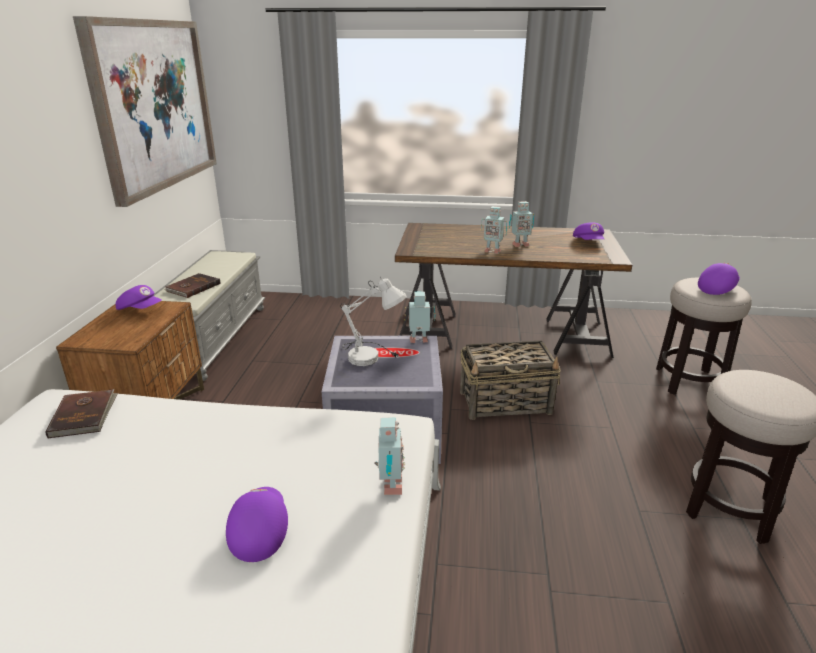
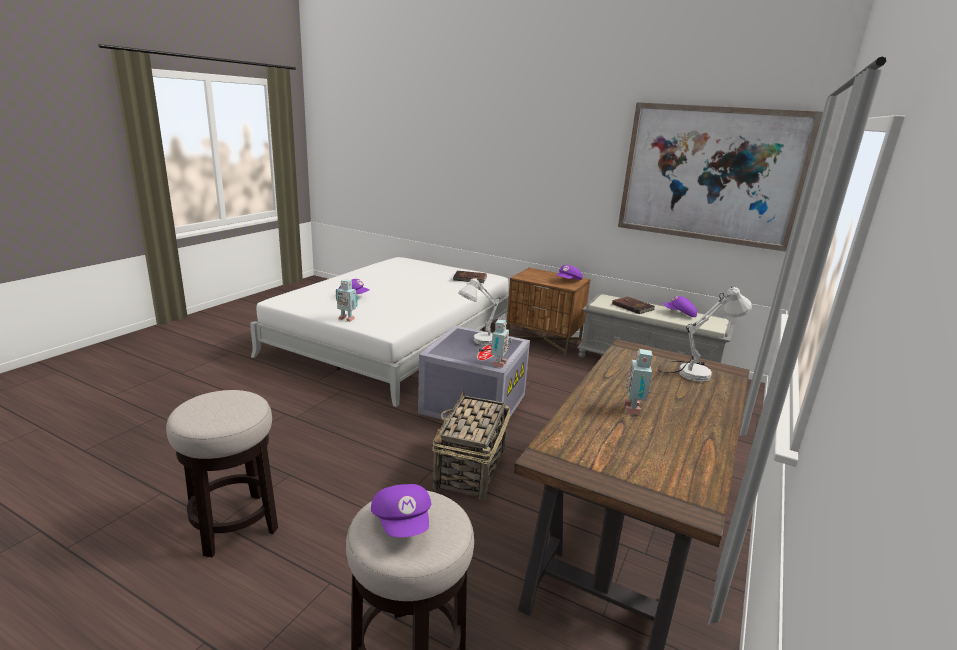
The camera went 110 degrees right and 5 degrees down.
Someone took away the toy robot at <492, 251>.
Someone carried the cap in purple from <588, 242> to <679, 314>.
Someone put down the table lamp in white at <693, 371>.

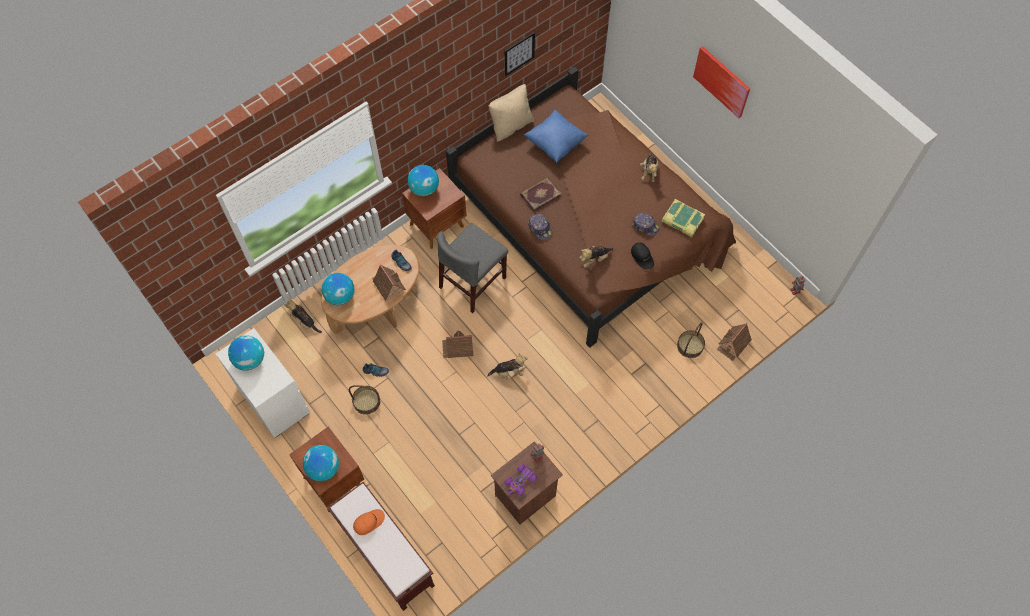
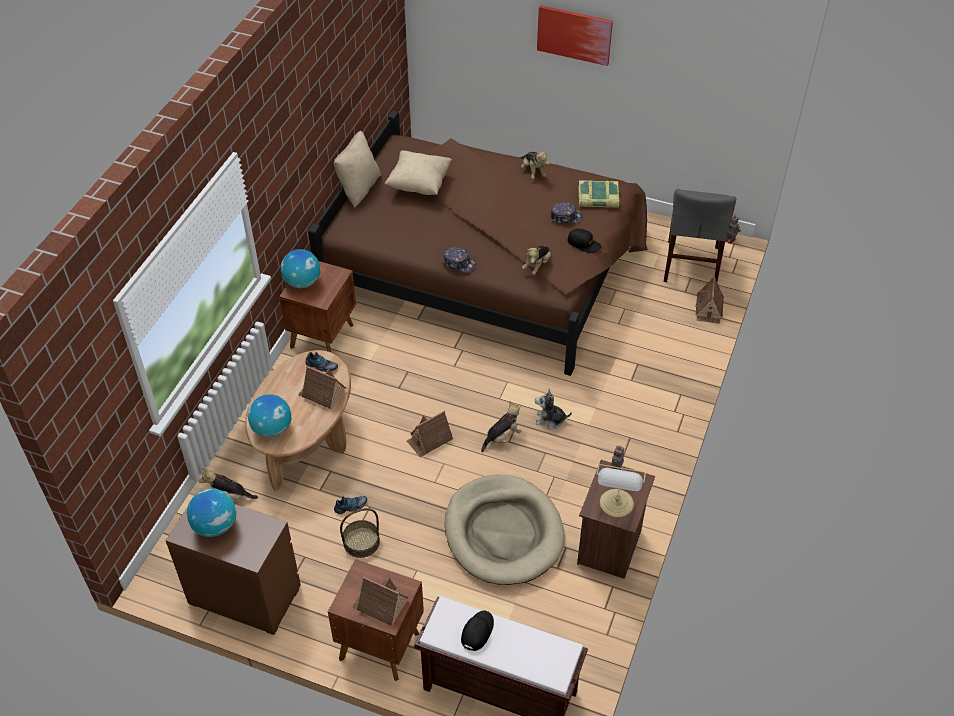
The camera went 30 degrees left and 15 degrees down.
Someone took away the picture at <519, 53>.
Someone repainted the pillow in blue at <555, 143>, which became the pillow in beige at <419, 184>.
Someone took away the book at <540, 195>.
Someone carried the chair in grey from <472, 282> to <691, 264>.
Someone took away the basket at <690, 346>.
Someone repainted the dresser in white at <273, 399>, which became the dresser in brown at <244, 595>.
Someone swapped the globe at <323, 468> for the toy house at <380, 604>.
Someone swapped the toy car in purple at <520, 481> for the table lamp at <616, 504>.
Someone repainted the cap in orange at <369, 522>, which became the cap in black at <477, 631>.
Someone put down the plush toy at <550, 420>.
Someone put down the dog bed in beige at <503, 532>.

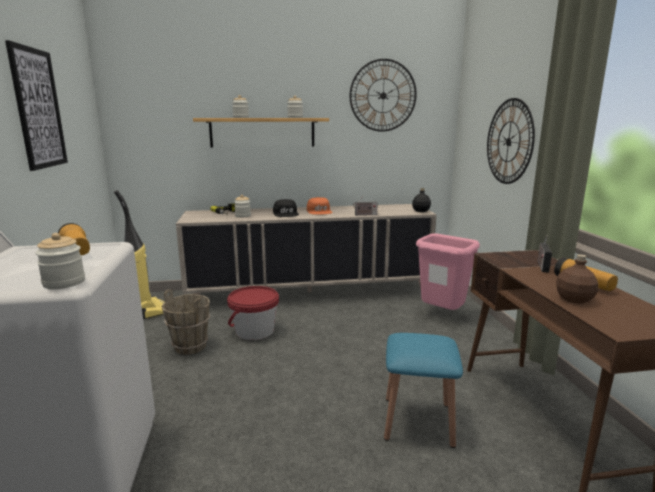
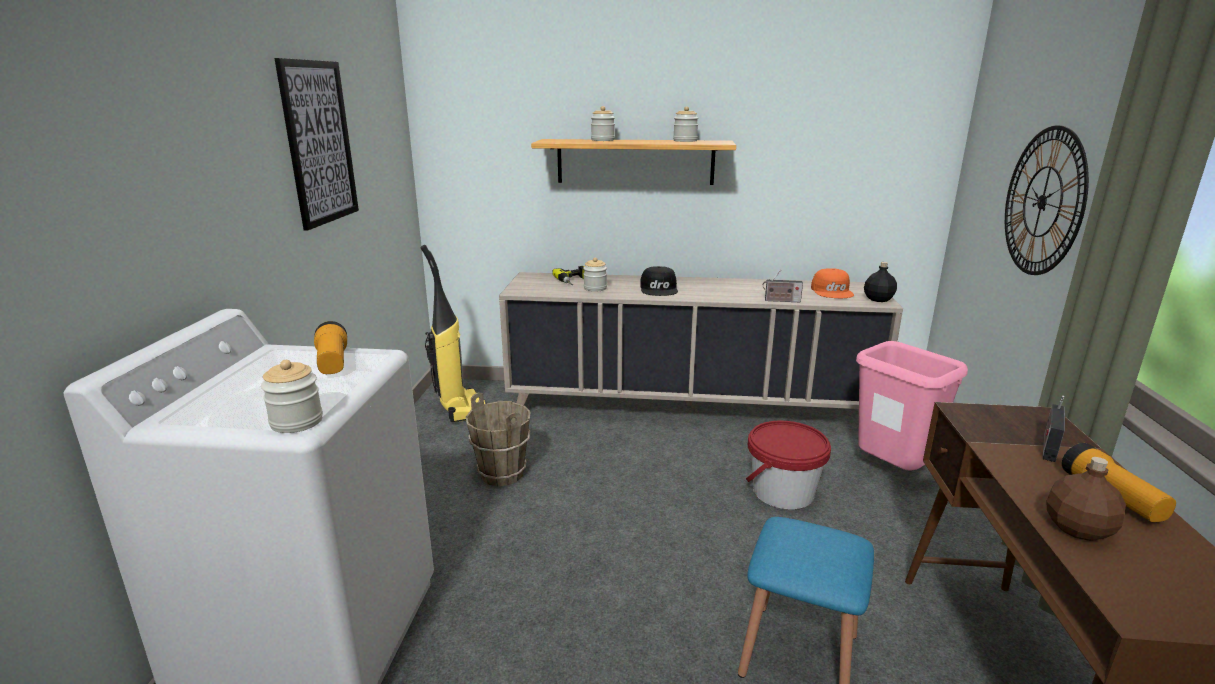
The camera went 15 degrees right and 5 degrees up.
Someone took away the wall clock at <383, 95>.
Someone carried the cap in orange from <319, 211> to <832, 291>.
Someone carried the bucket in red from <254, 331> to <783, 492>.

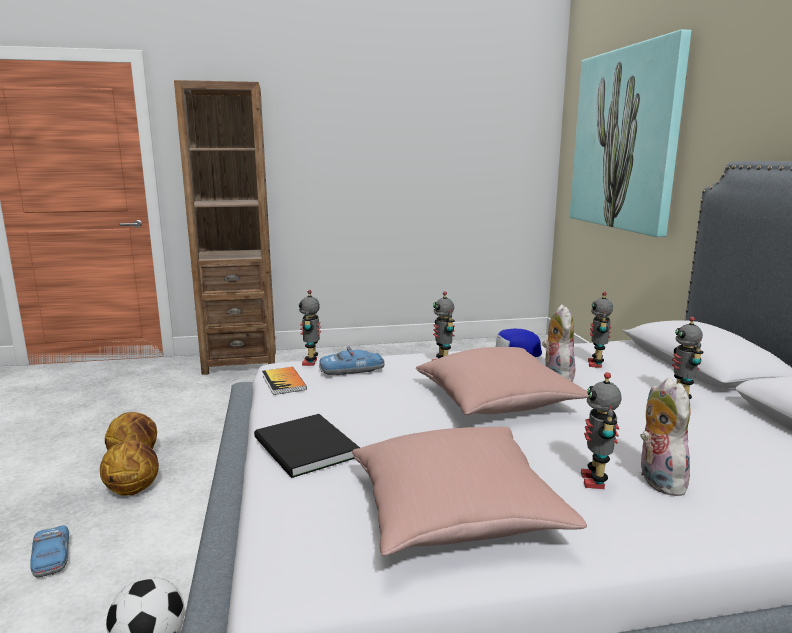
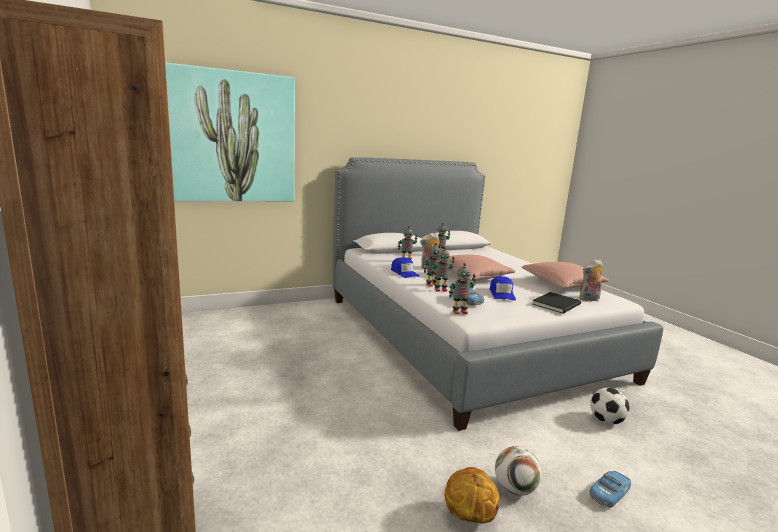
The camera went 105 degrees left and 0 degrees up.
Someone took away the book at <284, 382>.
Someone carried the toy robot from <595, 481> to <440, 289>.
Someone carried the plush toy from <657, 480> to <589, 299>.
Someone swapped the basketball at <133, 489> for the football at <514, 489>.
Someone put down the cap in blue at <502, 294>.

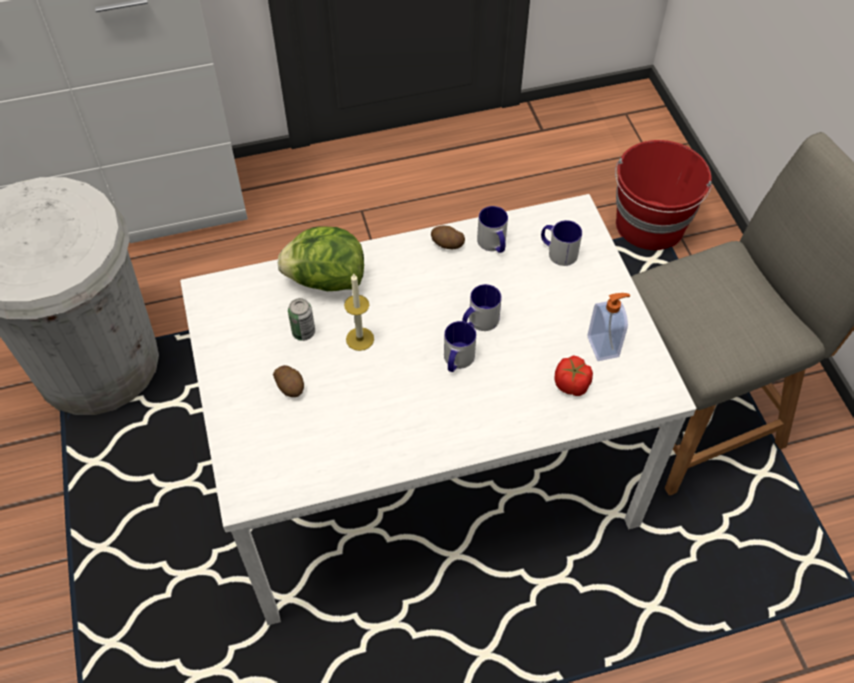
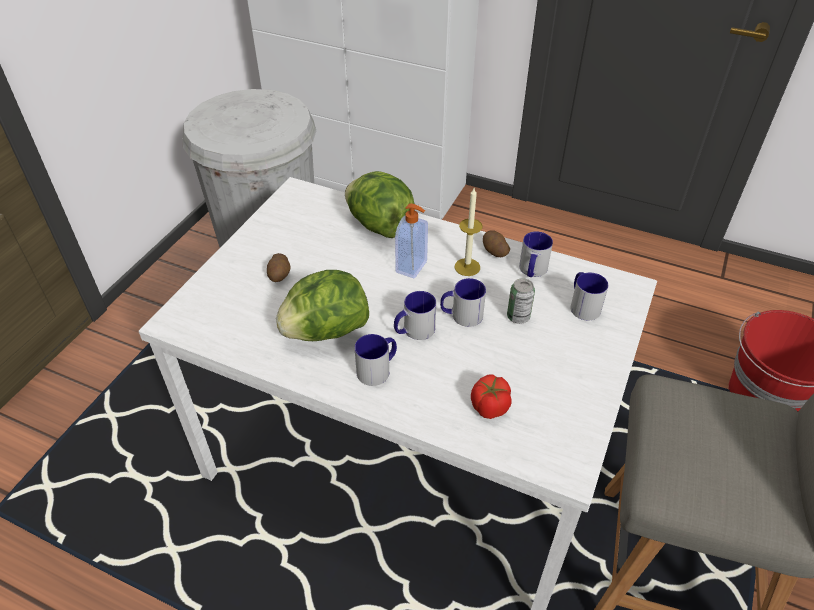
The camera went 40 degrees right and 10 degrees down.
Someone carried the candle from <360, 339> to <467, 267>.
Someone carried the soap dispenser from <604, 346> to <412, 267>.
Someone carried the can from <303, 332> to <518, 317>.
Someone put down the lettuce at <326, 331>.
Someone put down the mug at <378, 369>.

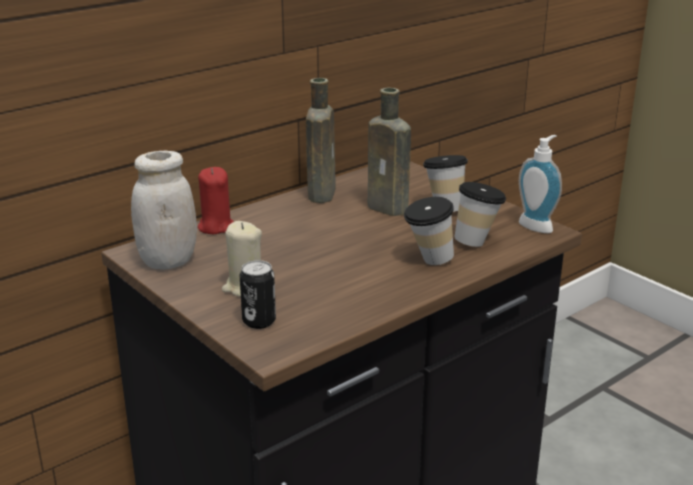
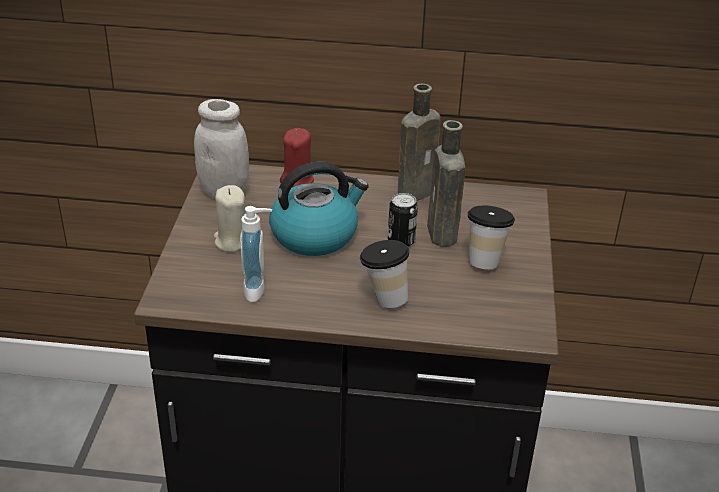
The camera went 45 degrees right and 10 degrees up.
Someone carried the soap dispenser from <538, 225> to <259, 289>.
Someone took away the cup at <477, 241>.
Someone carried the can from <259, 321> to <401, 241>.
Someone put down the kettle at <315, 234>.

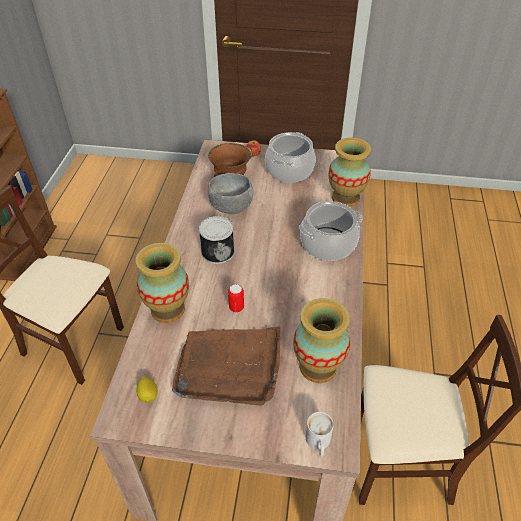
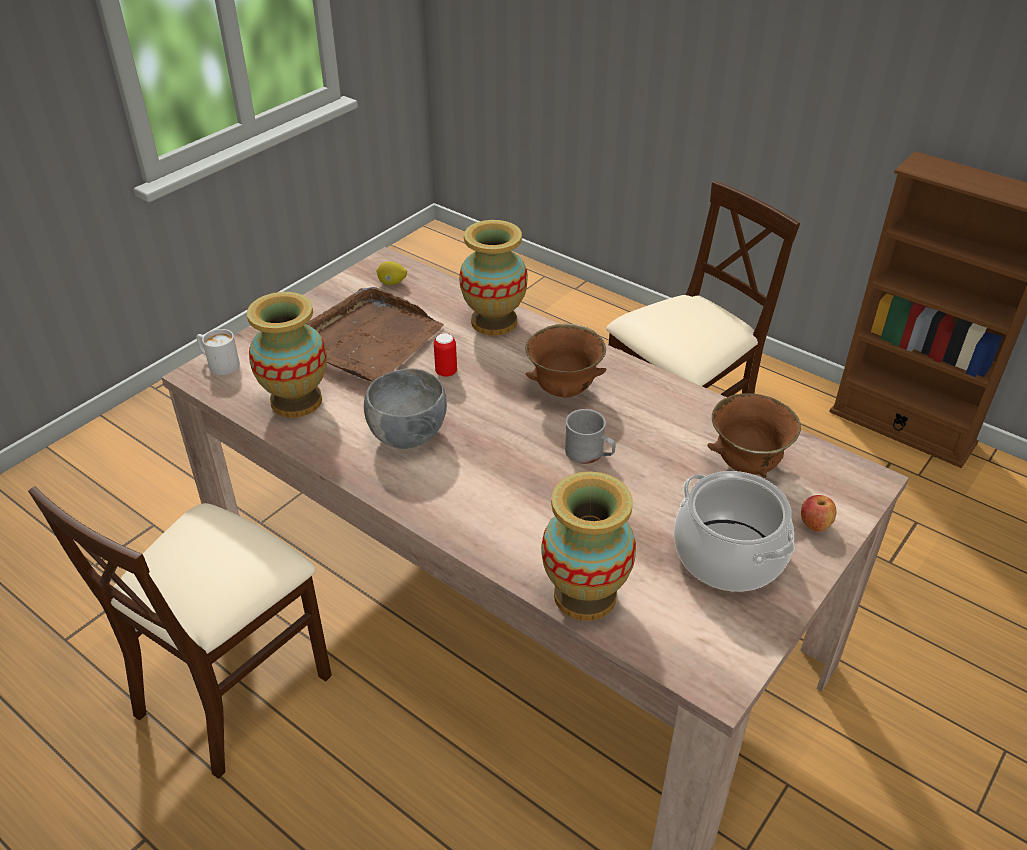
The camera went 120 degrees right and 5 degrees down.
Someone carried the bowl in grey from <231, 208> to <407, 436>.
Someone took away the cooking pot at <328, 244>.
Someone swapped the can at <217, 251> for the bowl in brown at <564, 390>.
Someone put down the mug in grey at <589, 454>.

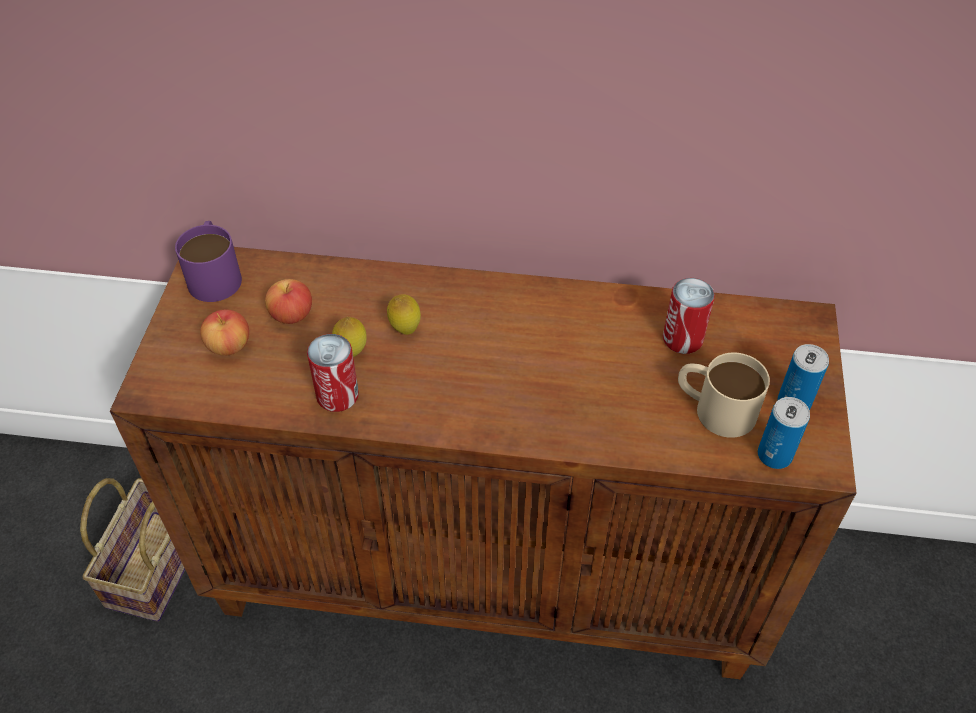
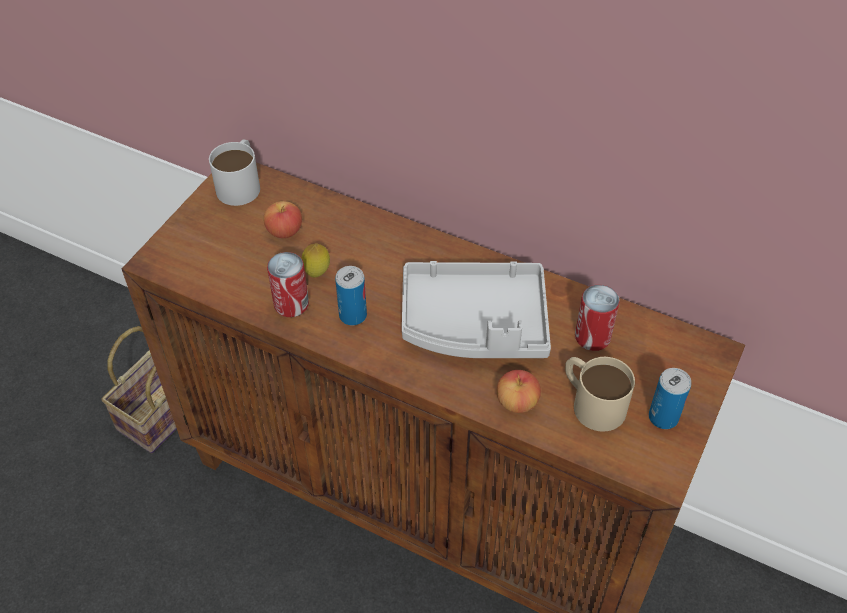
The camera went 20 degrees right and 0 degrees up.
Someone repainted the mug in purple at <215, 273>, which became the mug in white at <241, 183>.
Someone took away the lemon at <405, 329>.
Someone carried the apple from <229, 346> to <517, 402>.
Someone carried the can from <774, 455> to <353, 315>.
Someone put down the tray in grey at <475, 324>.

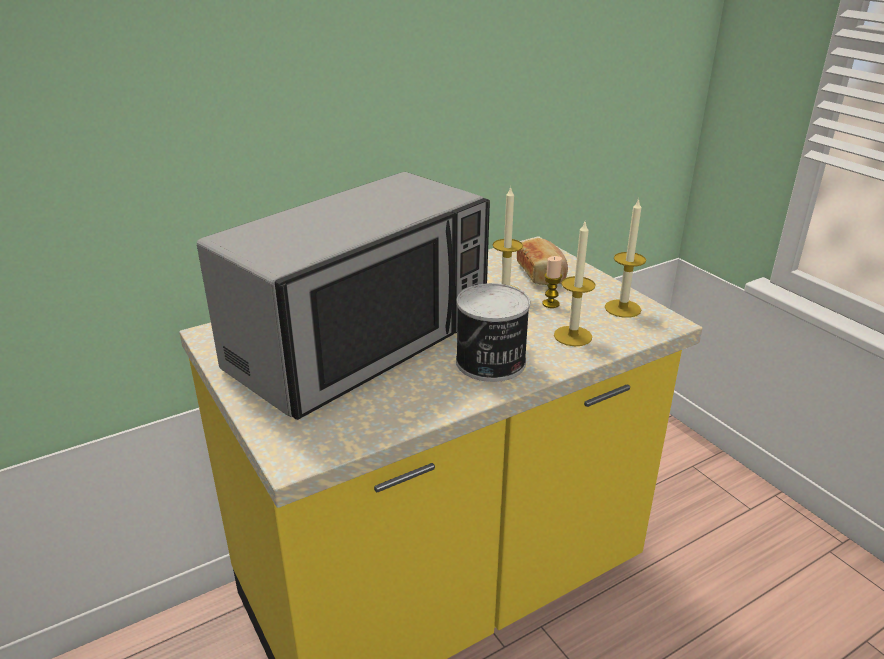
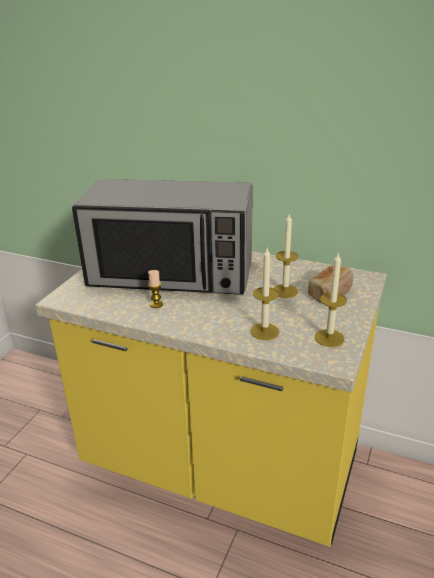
The camera went 55 degrees right and 0 degrees up.
Someone carried the candle from <550, 304> to <156, 304>.
Someone took away the can at <491, 363>.

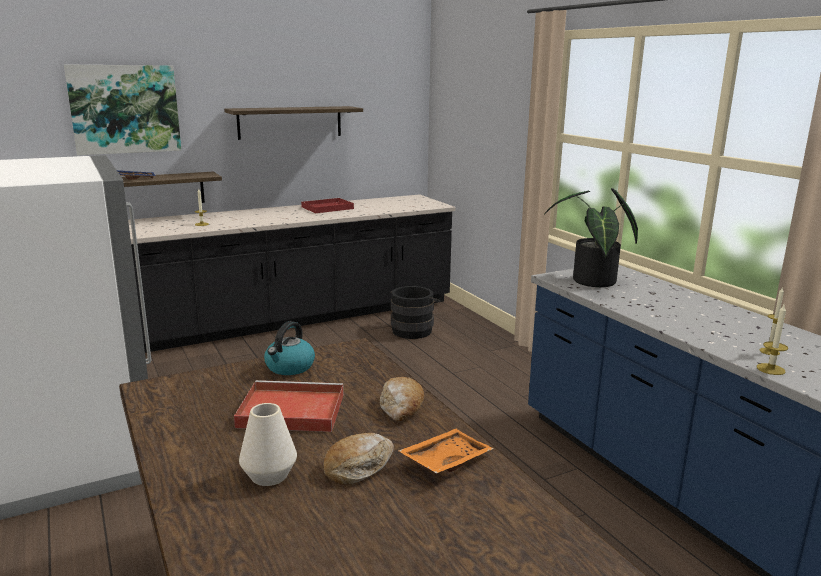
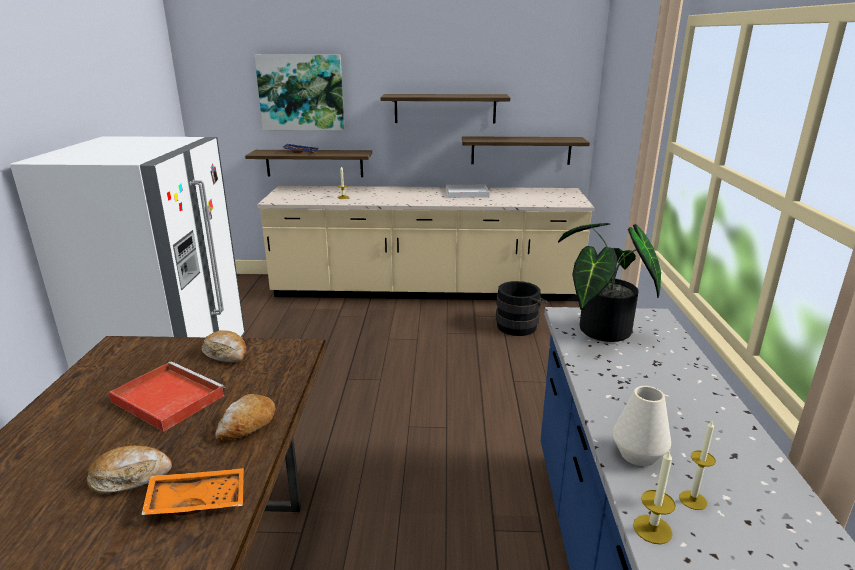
The camera went 30 degrees right and 5 degrees up.
Someone repainted the counter in black at <293, 318>, which became the counter in beige at <425, 290>.
Someone repainted the tray in red at <326, 208>, which became the tray in white at <466, 193>.
Someone swapped the kettle at <289, 367> for the bread at <226, 354>.
Someone carried the vase in white from <269, 475> to <638, 454>.
Someone put up the shelf at <521, 150>.

